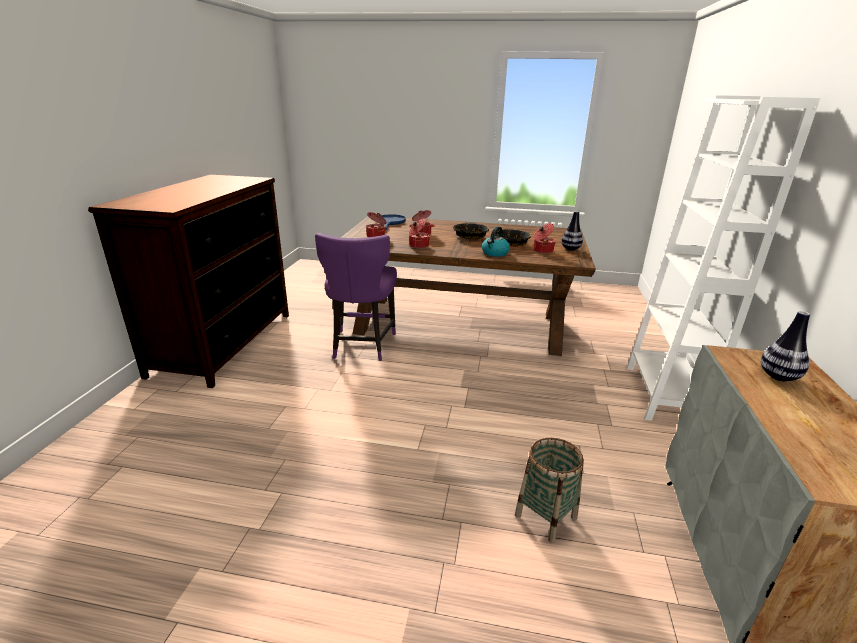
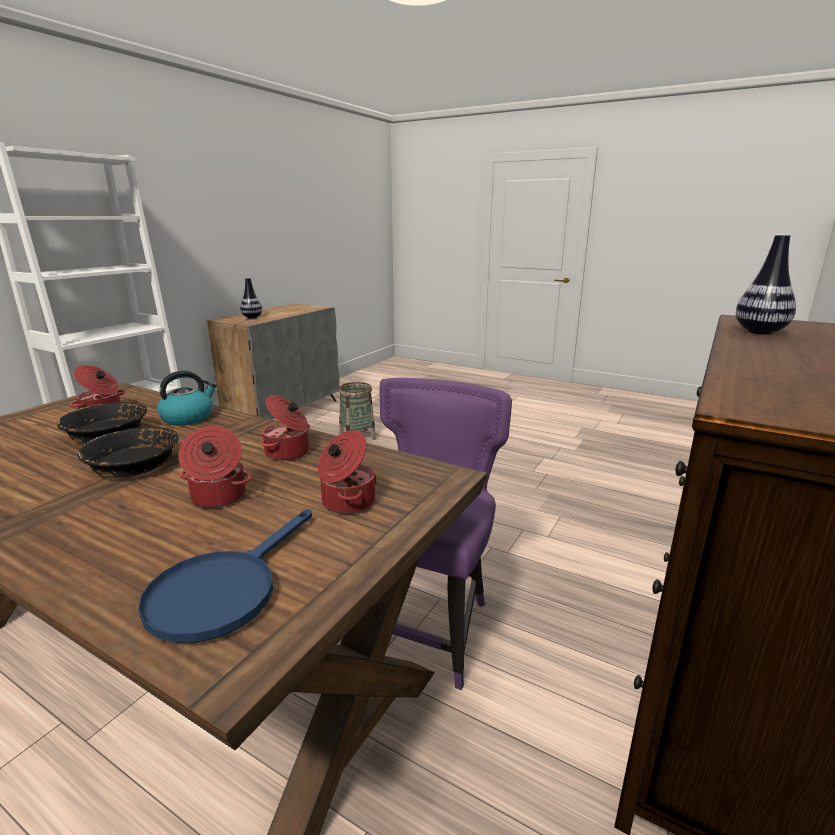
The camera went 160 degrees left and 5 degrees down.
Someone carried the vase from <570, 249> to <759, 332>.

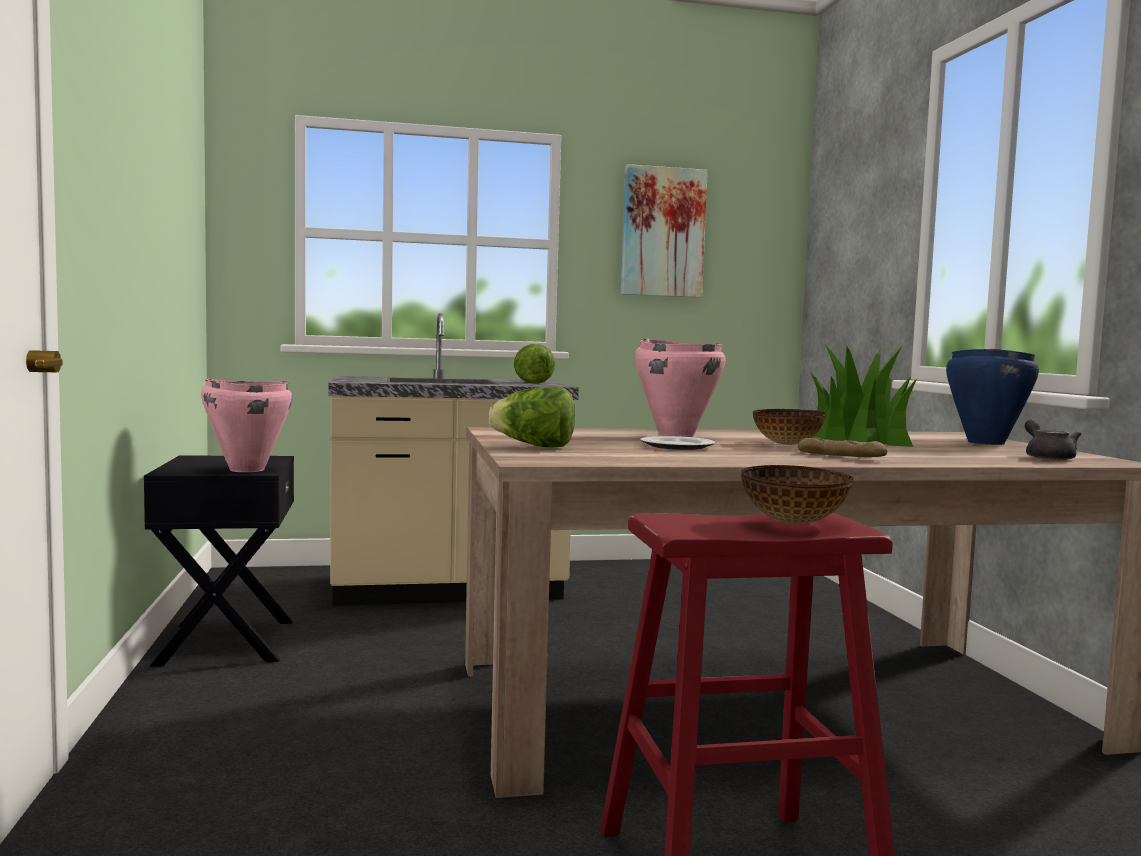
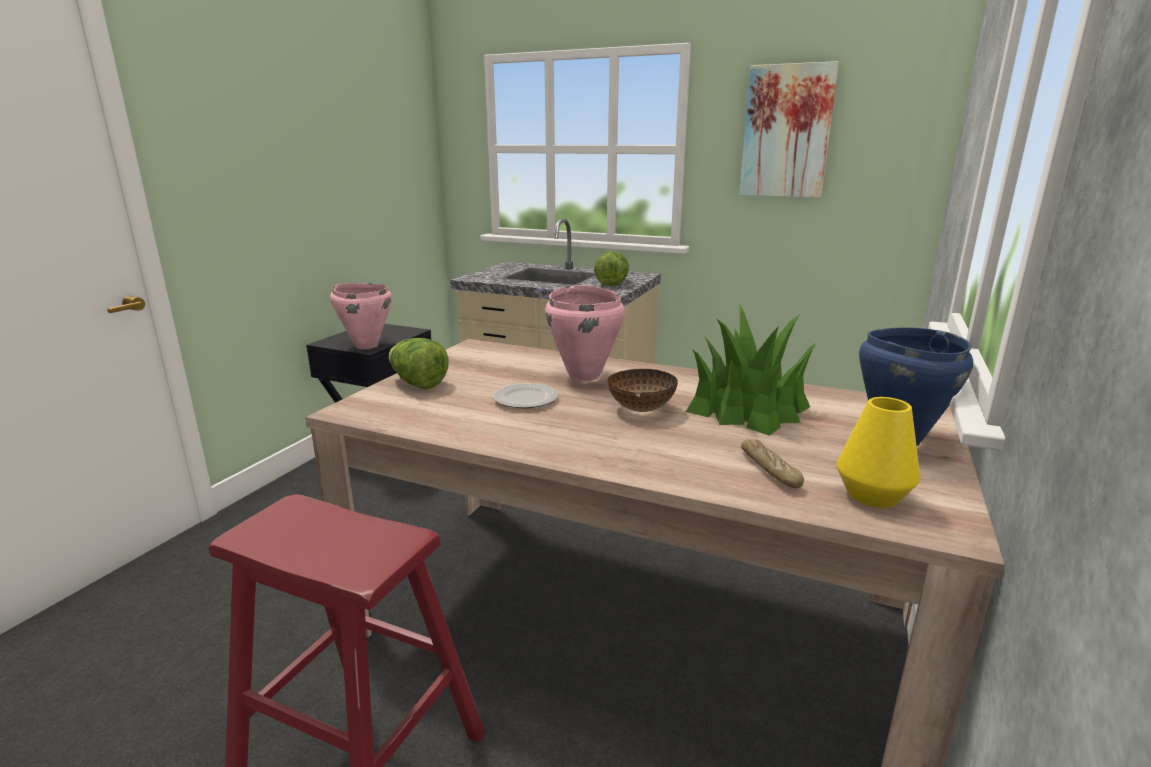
The camera went 35 degrees right and 15 degrees up.
Someone swapped the teapot in grey at <1047, 457> for the vase in yellow at <872, 495>.
Someone carried the bread from <840, 456> to <769, 470>.
Someone took away the bowl at <792, 523>.

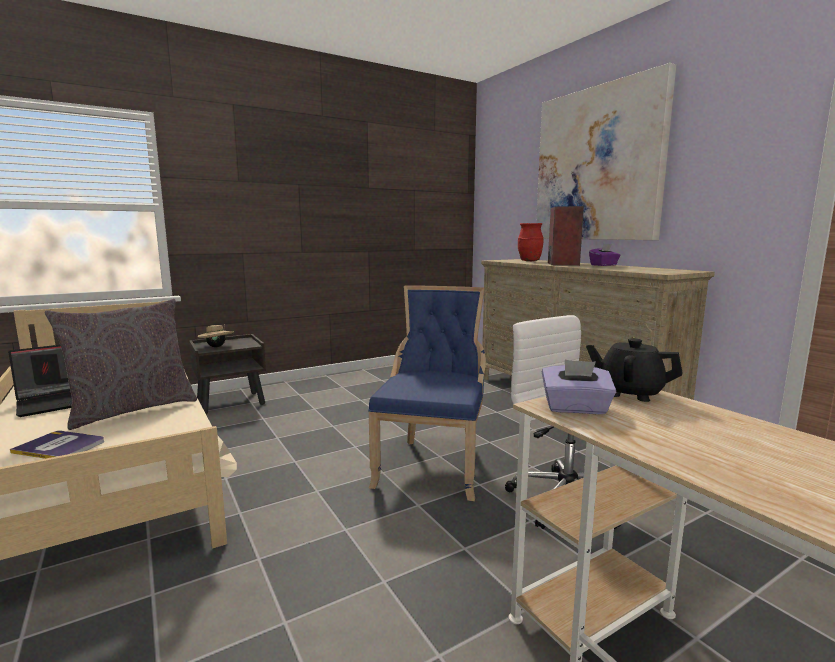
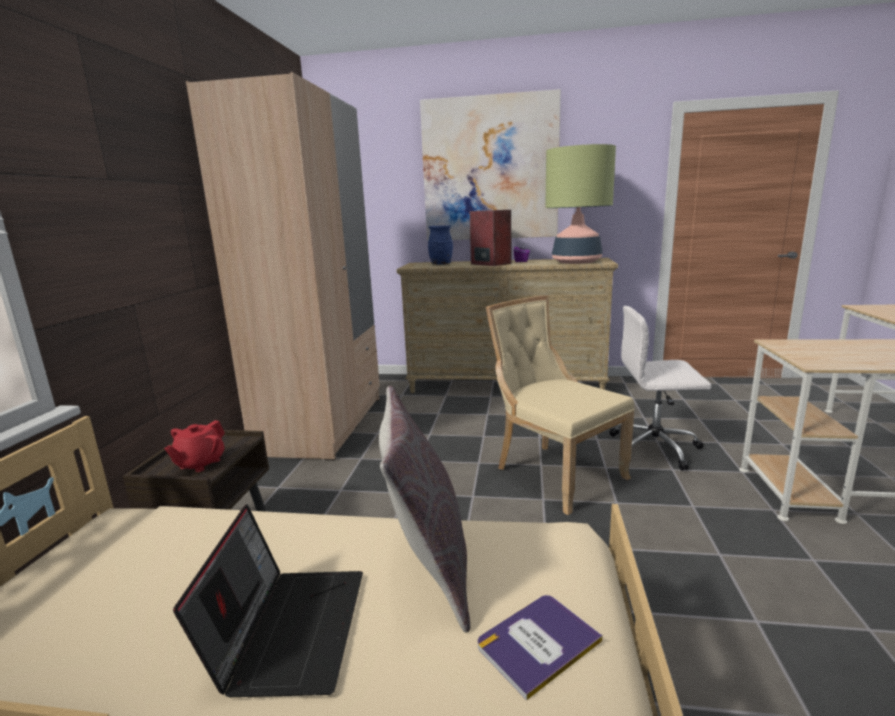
The camera went 50 degrees left and 5 degrees up.
Someone repainted the vase in red at <529, 261>, which became the vase in blue at <441, 264>.
Someone repainted the chair in blue at <433, 465>, which became the chair in beige at <554, 473>.
Someone swapped the hat in beige at <217, 346> for the teapot in red at <200, 463>.
Someone took away the teapot in black at <629, 393>.
Someone took away the tissue box in purple at <575, 408>.
Someone put down the wardrobe in beige at <323, 425>.
Someone put down the table lamp at <576, 261>.

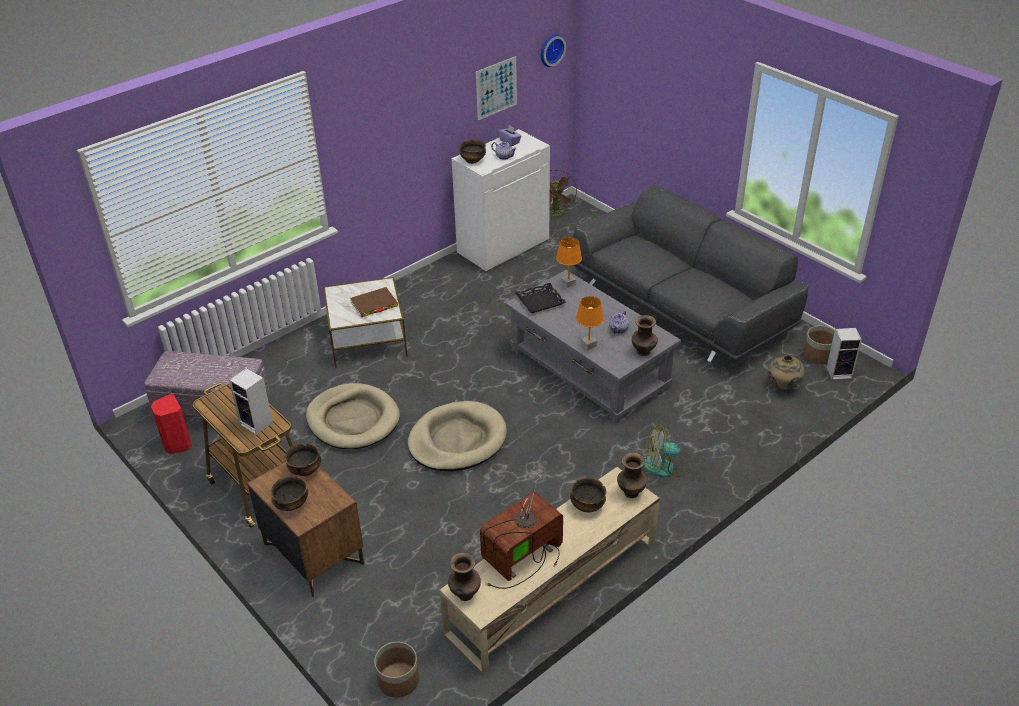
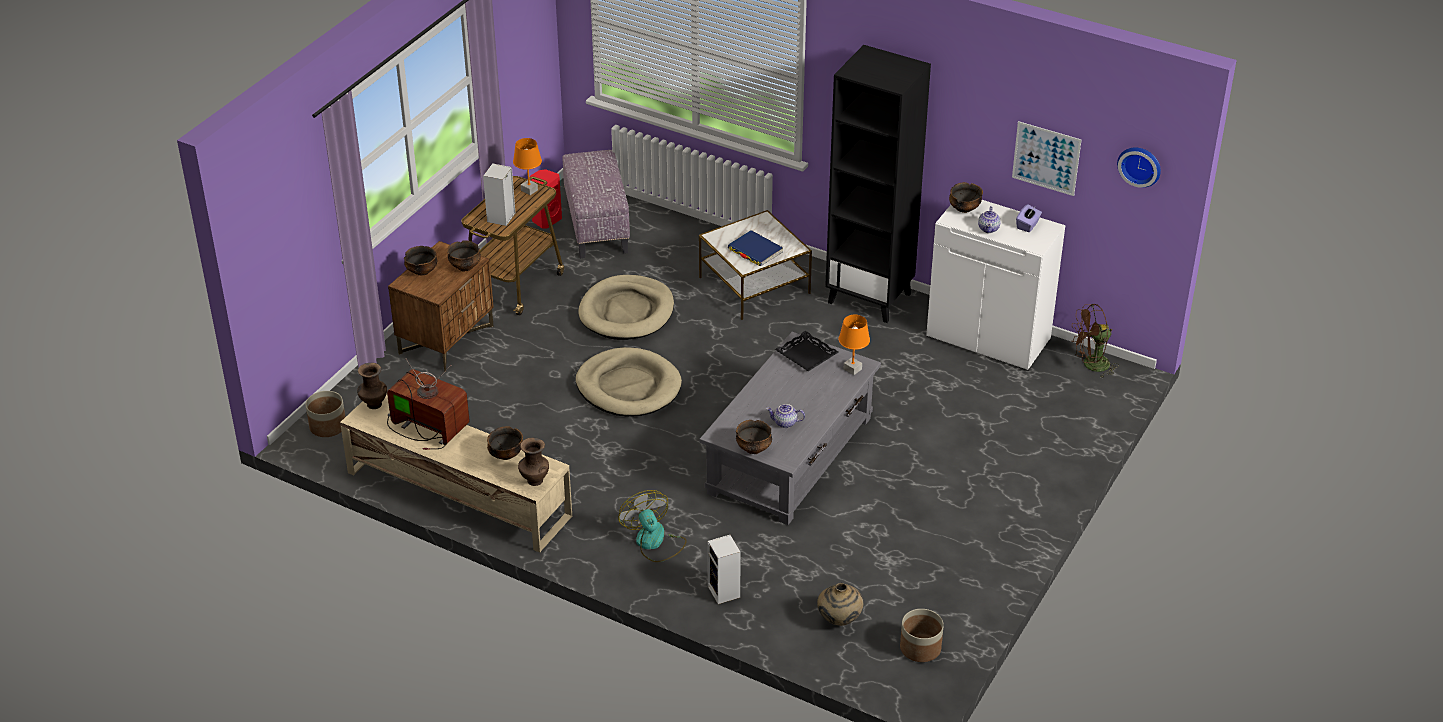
The camera went 70 degrees right and 0 degrees up.
Someone took away the sofa in grey at <681, 308>.
Someone repainted the book in brown at <374, 304>, which became the book in blue at <755, 251>.
Someone carried the table lamp in orange from <588, 345> to <529, 190>.
Someone swapped the vase in brown at <643, 352> for the bowl at <753, 448>.
Someone carried the speaker from <840, 372> to <725, 592>.
Someone put down the bookcase in black at <870, 298>.

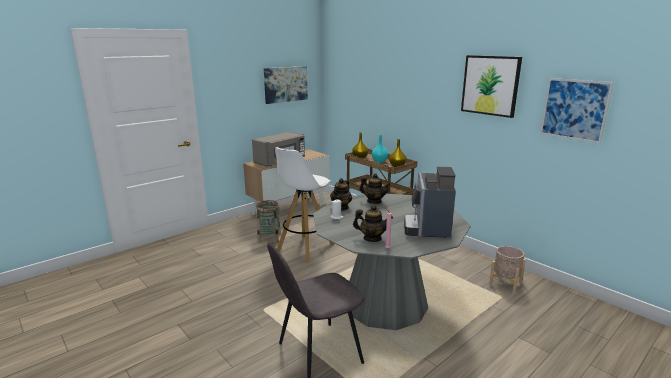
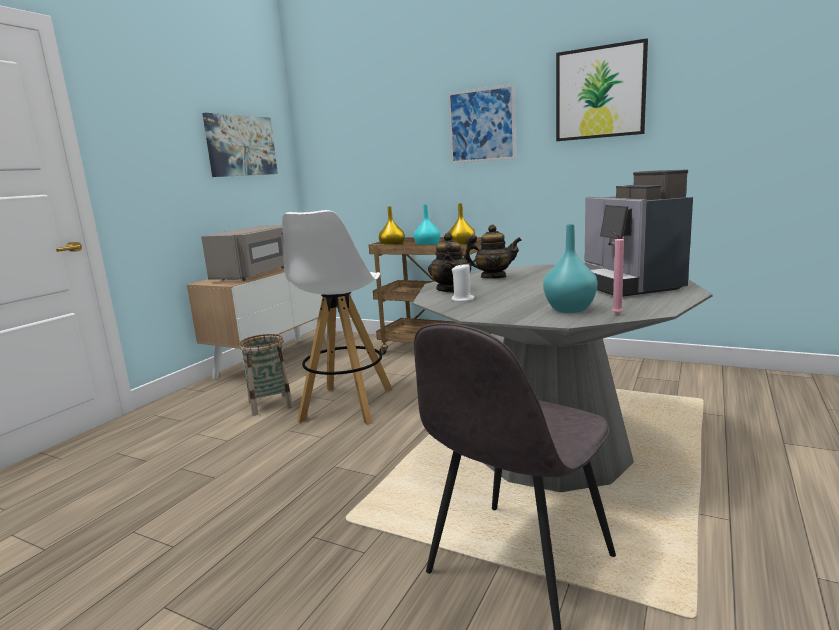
The camera went 20 degrees left and 5 degrees down.
Someone carried the picture from <574, 109> to <481, 125>.
Someone swapped the teapot at <372, 238> for the vase in turquoise at <568, 309>.
Someone took away the planter in beige at <505, 284>.

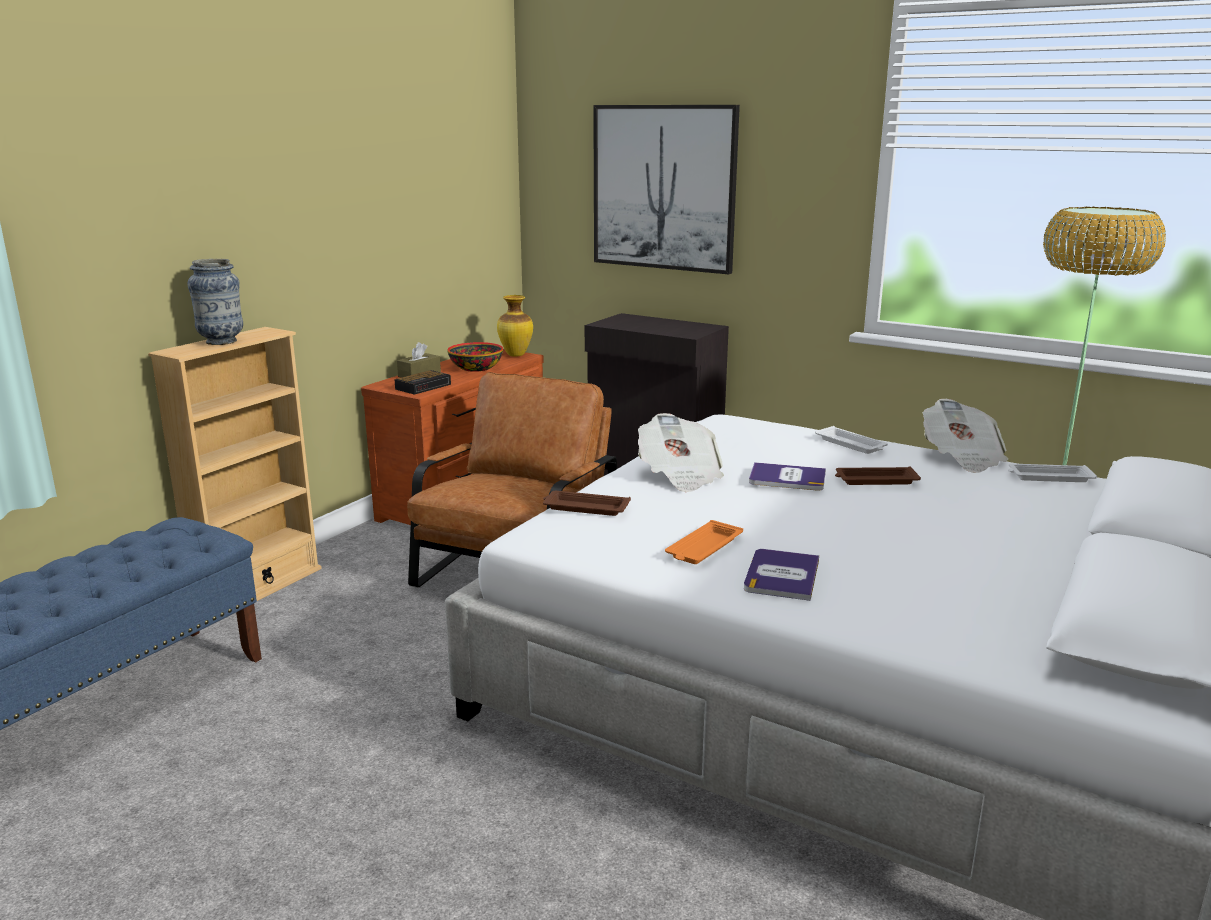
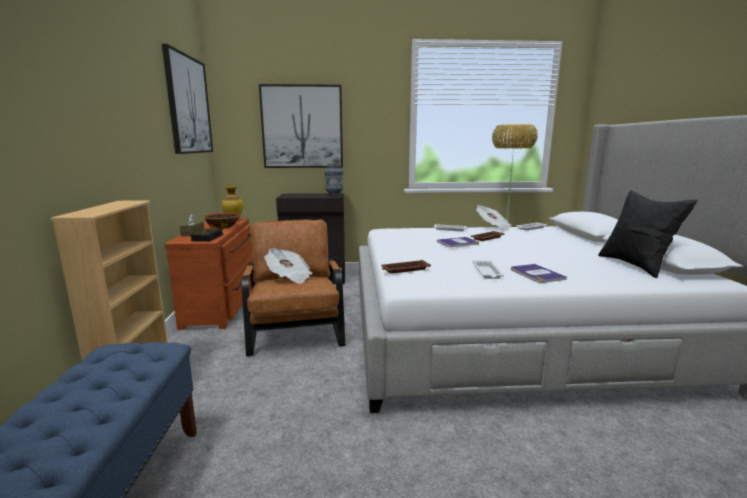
The camera went 35 degrees left and 5 degrees down.
Someone carried the vase from <221, 342> to <334, 195>.
Someone carried the newspaper from <679, 475> to <289, 277>.
Someone repainted the tray in orange at <703, 548>, which became the tray in white at <487, 272>.
Someone put up the picture at <188, 105>.
Someone put down the pillow in black at <636, 265>.

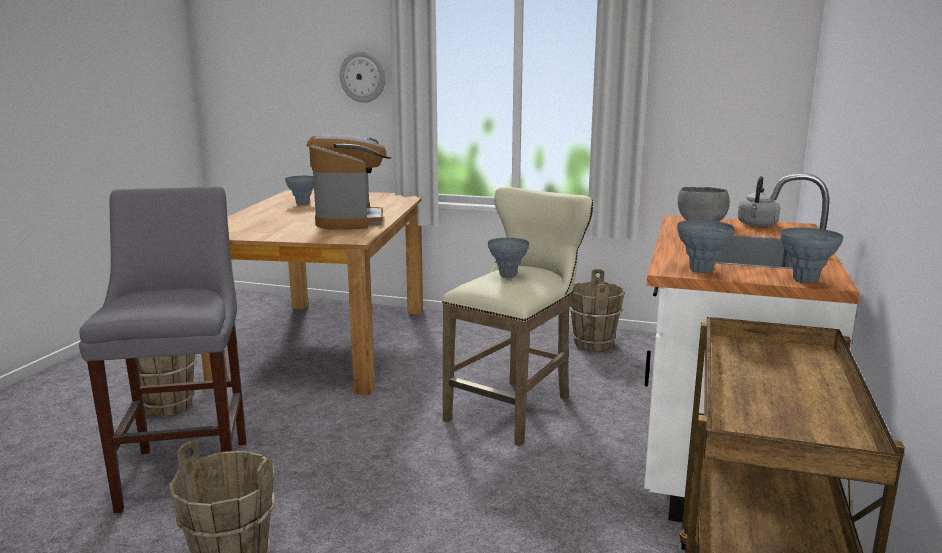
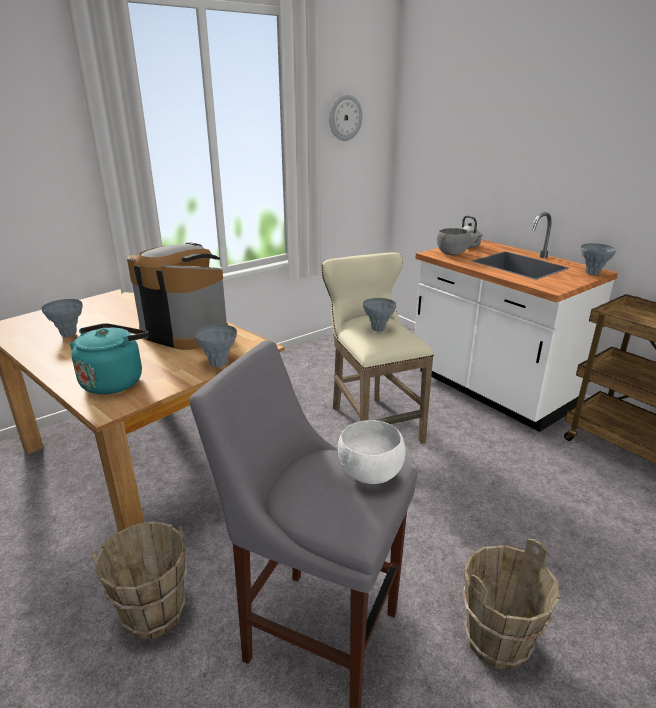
The camera went 55 degrees left and 10 degrees up.
Someone carried the wall clock from <363, 77> to <345, 117>.
Someone carried the vase in grey from <701, 270> to <218, 364>.
Someone took away the bucket in brown at <593, 344>.
Someone put down the kettle in turquoise at <114, 381>.
Someone put down the bowl in white at <369, 475>.

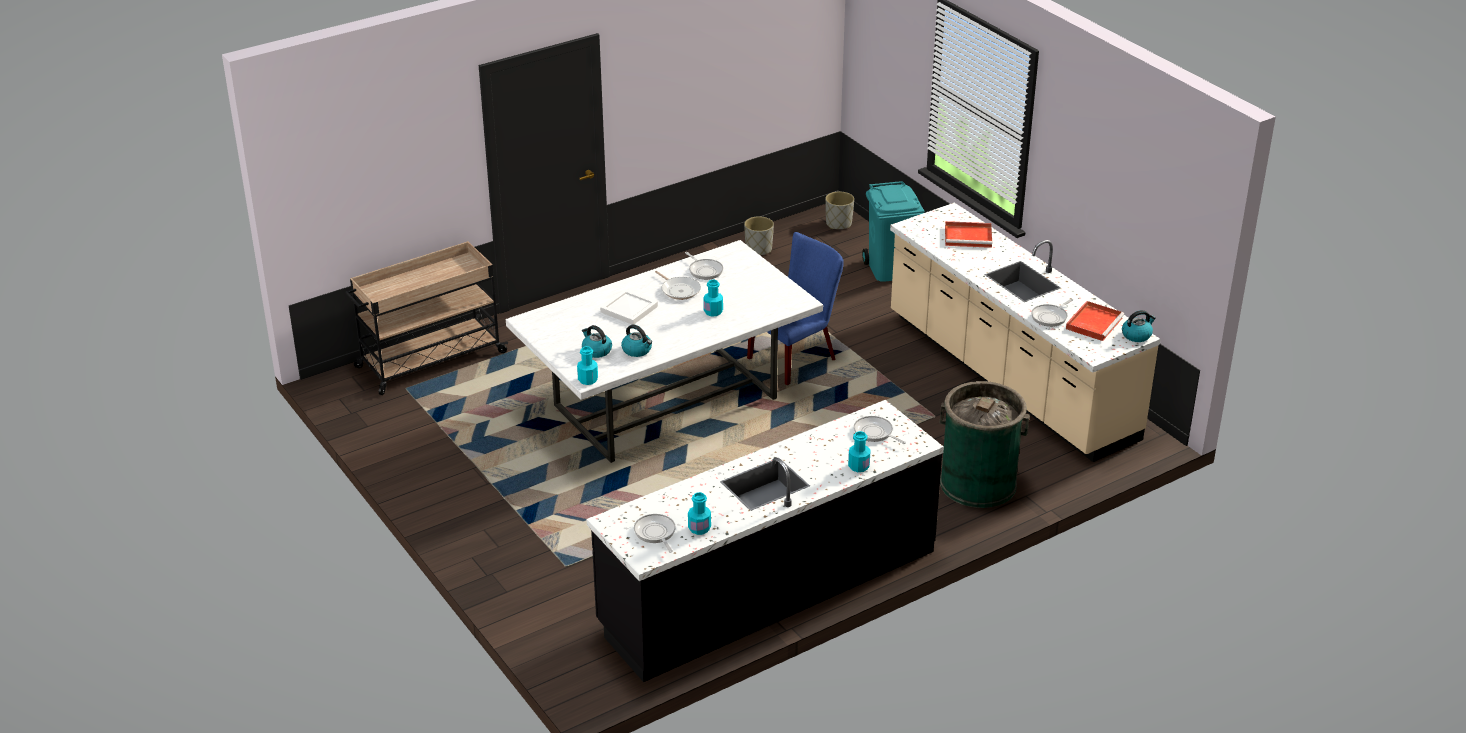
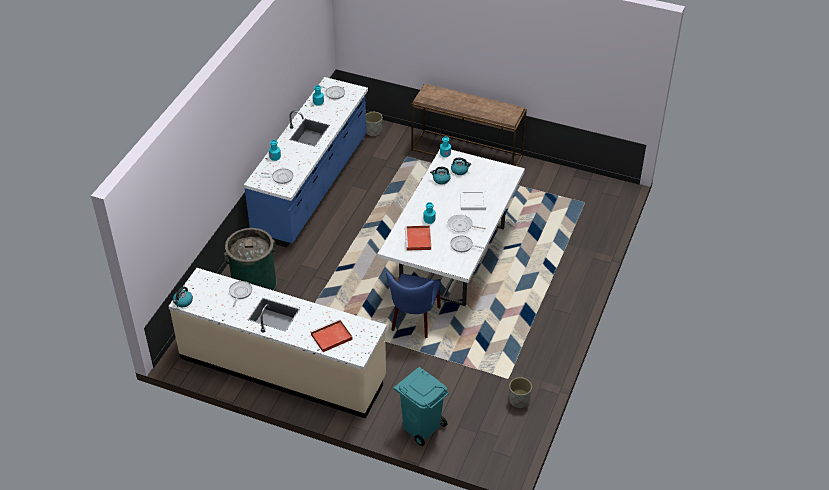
The camera went 145 degrees right and 10 degrees up.
Someone carried the planter in grey from <839, 224> to <373, 131>.
Someone took away the cart in beige at <429, 360>.
Someone carried the tray in red from <1094, 322> to <418, 240>.
Someone repainted the counter in black at <768, 588>, which became the counter in blue at <312, 186>.
Someone put down the console table in brown at <467, 153>.

